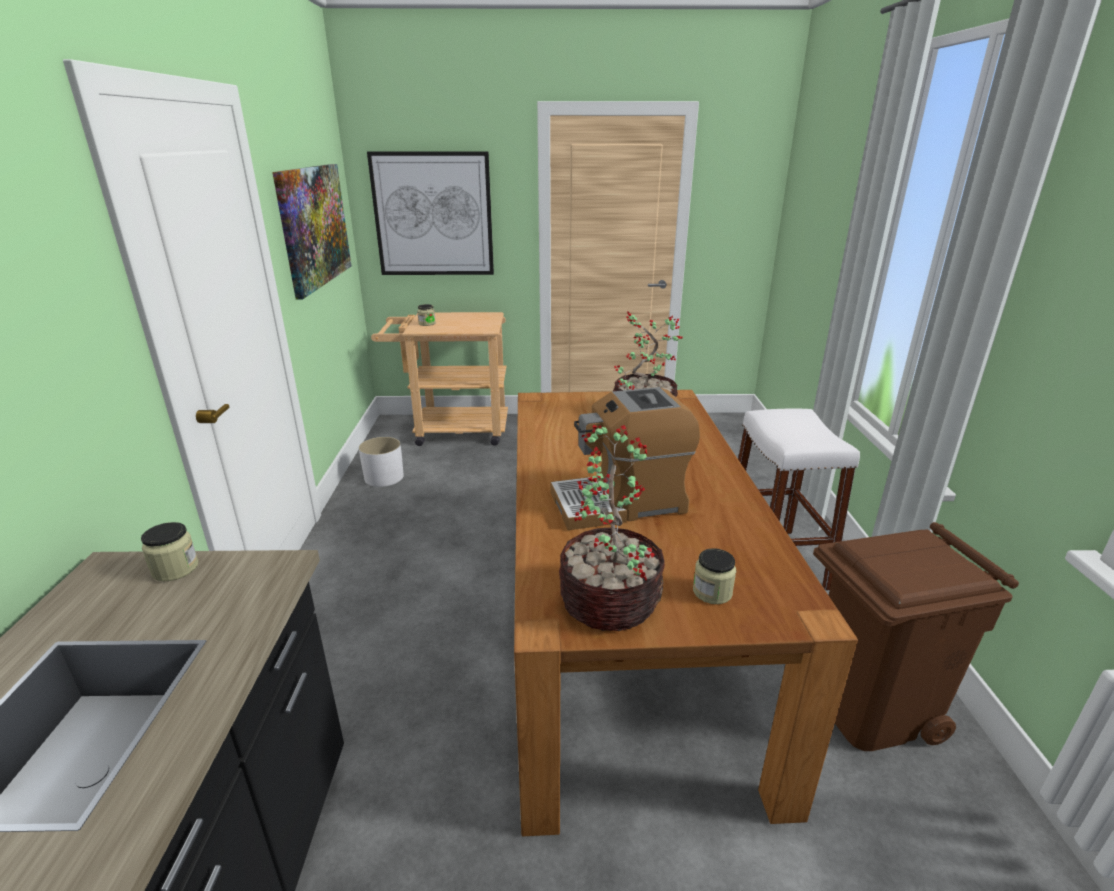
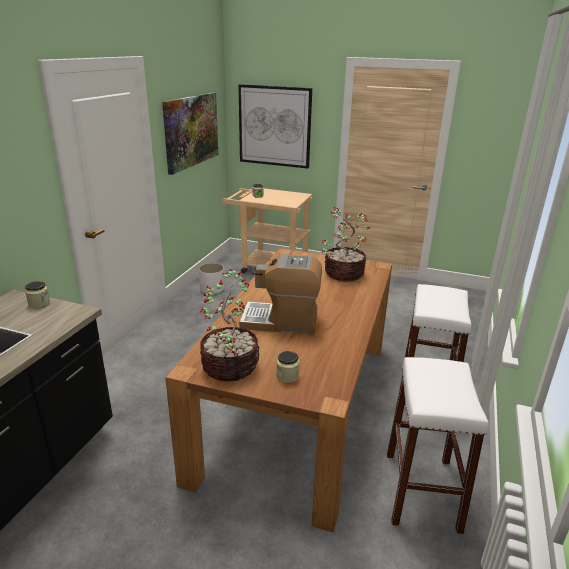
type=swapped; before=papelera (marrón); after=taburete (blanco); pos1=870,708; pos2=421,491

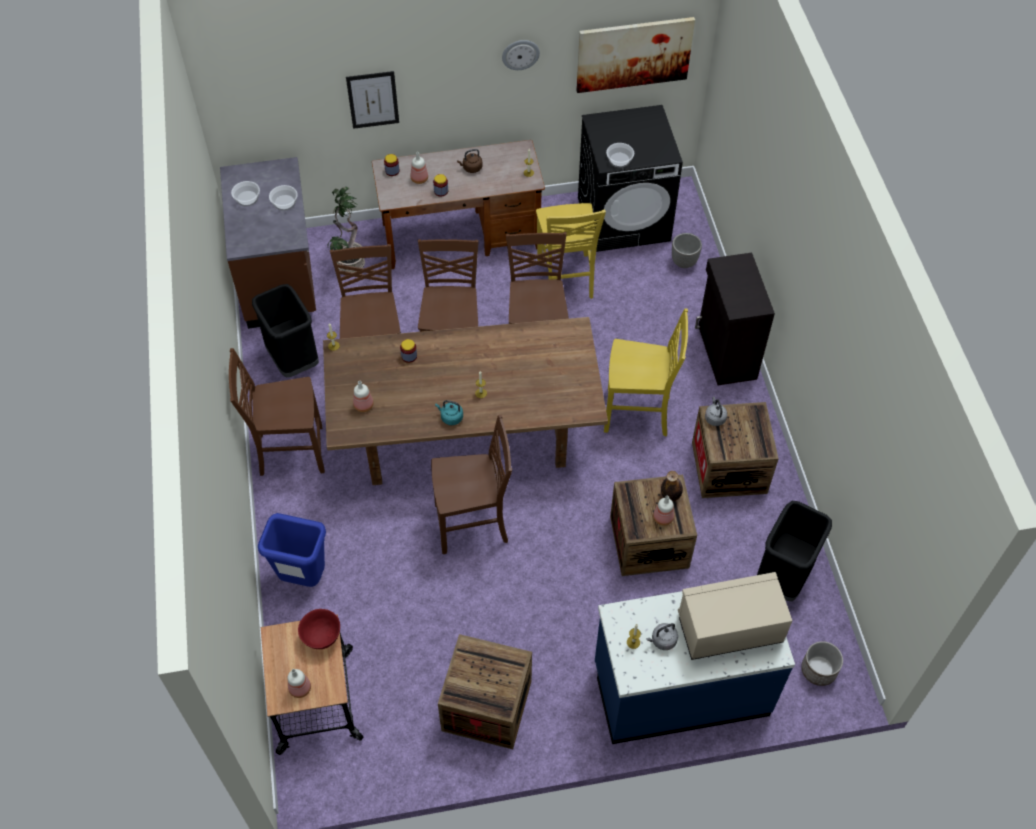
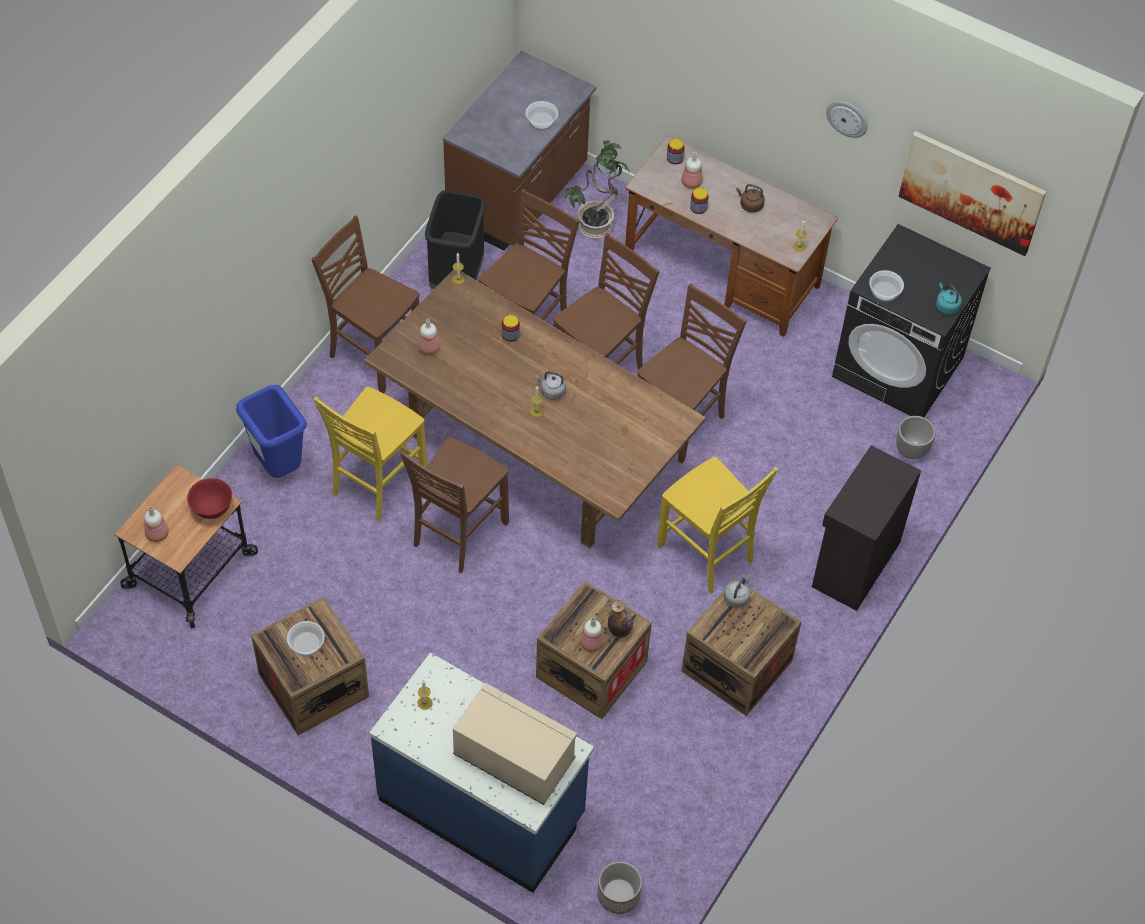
type=gone; before=cuadro; pos1=373,99
type=gone; before=papelera (negro); pos1=783,576
type=shifted; before=cuenco; pos1=247,198; pos2=307,644
type=shifted; before=hervidor (turquesa); pos1=450,417; pos2=946,306
type=shifted; before=silla (amarillo); pos1=566,279; pos2=377,484
type=shifted; before=hervidor (gris); pos1=662,641; pos2=551,391
type=rotated; before=silla (marrón); pos1=473,525; pos2=457,534; turn=90

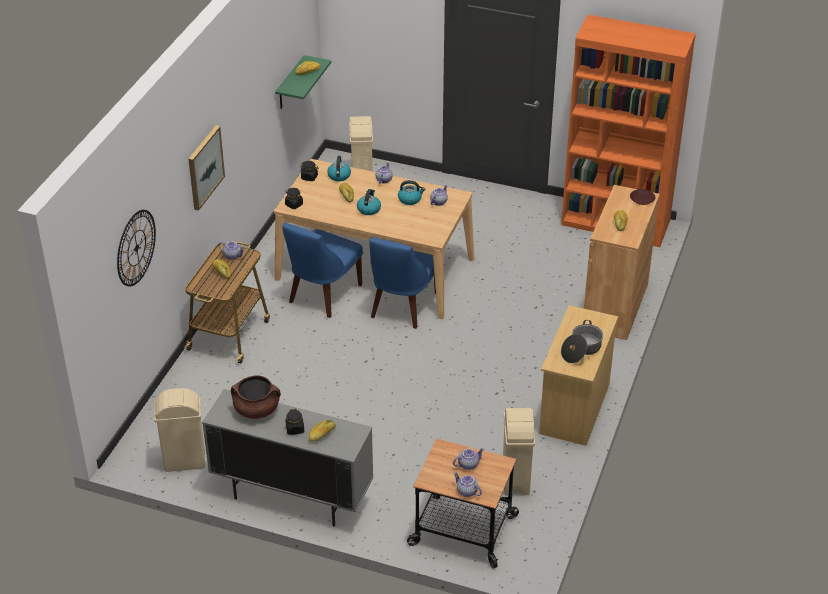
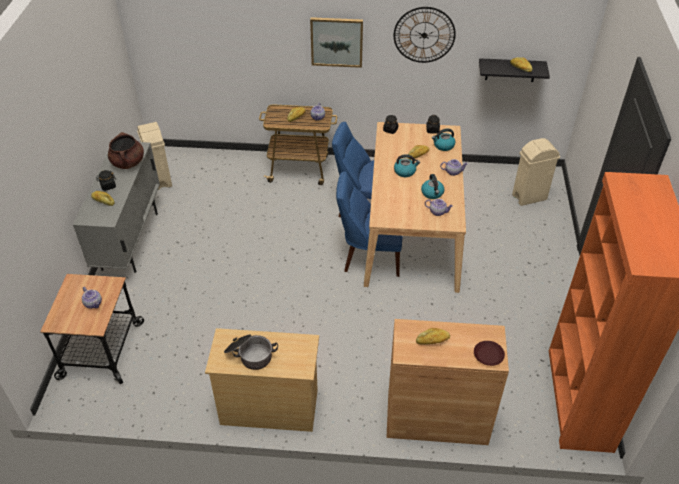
type=gone; before=tetera; pos1=466,492
type=gone; before=papelera (beis); pos1=515,481
type=shifted; before=reloj de pared; pos1=136,248; pos2=424,35
type=repainted; before=estante (verde); after=estante (negro); pos1=290,84; pos2=510,70

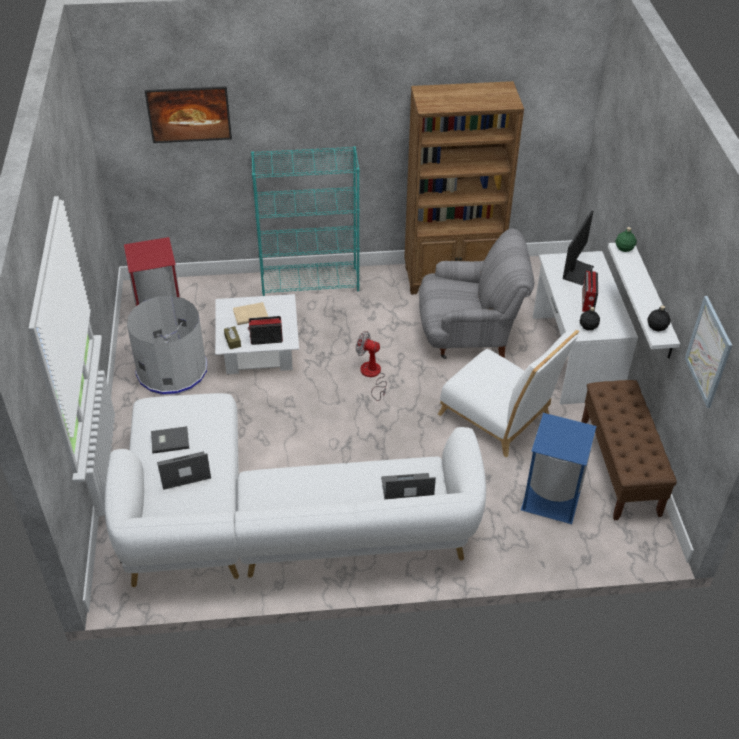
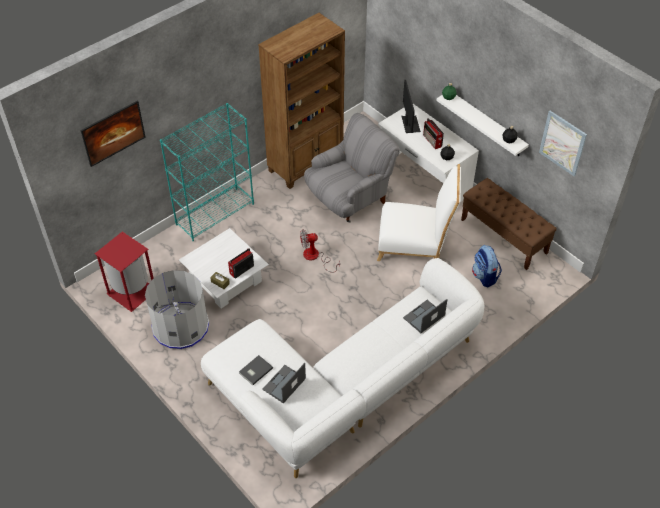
type=gone; before=libro (beis); pos1=250,314
type=swapped; before=papelera (azul); after=mochila; pos1=552,499; pos2=484,276

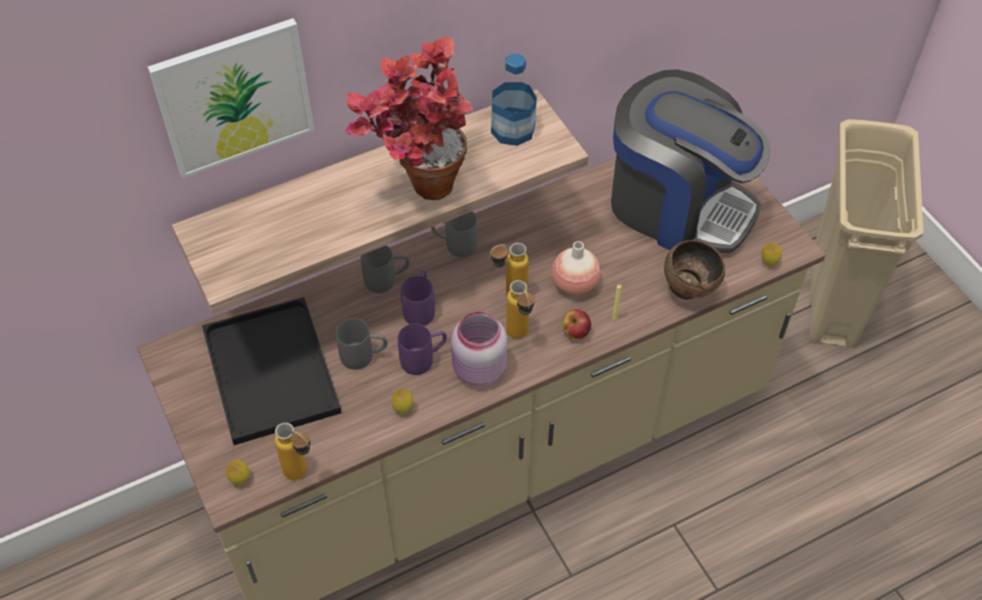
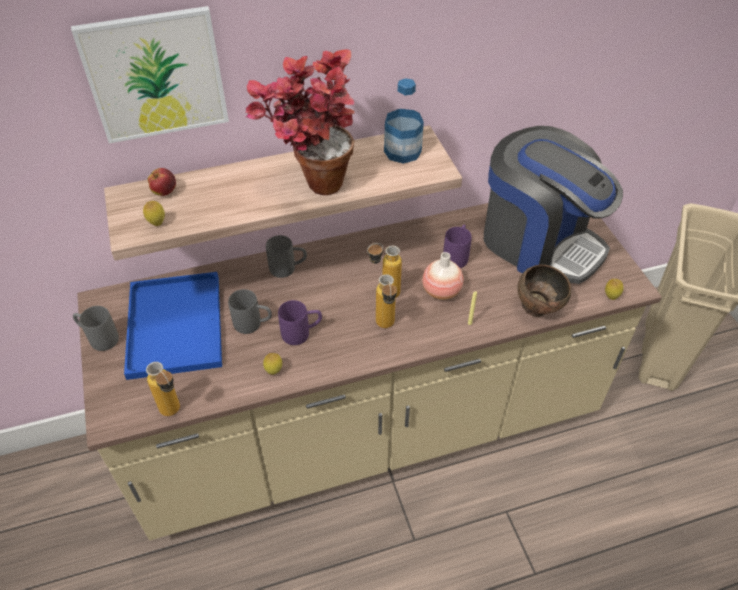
type=gone; before=tarro (rosa); pos1=478,370
type=shifted; before=limón; pos1=240,480; pos2=157,223
type=shifted; before=taza grande (morado); pos1=420,307; pos2=457,255
type=shifted; before=taza grande (gris); pos1=454,244; pos2=99,338
type=shifted; before=manzana; pos1=575,332; pos2=164,192
type=repainted; before=bandeja (negro); after=bandeja (azul); pos1=268,369; pos2=173,323

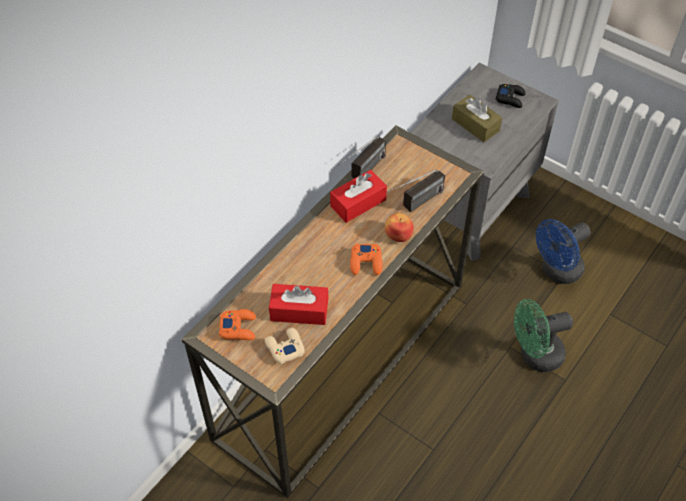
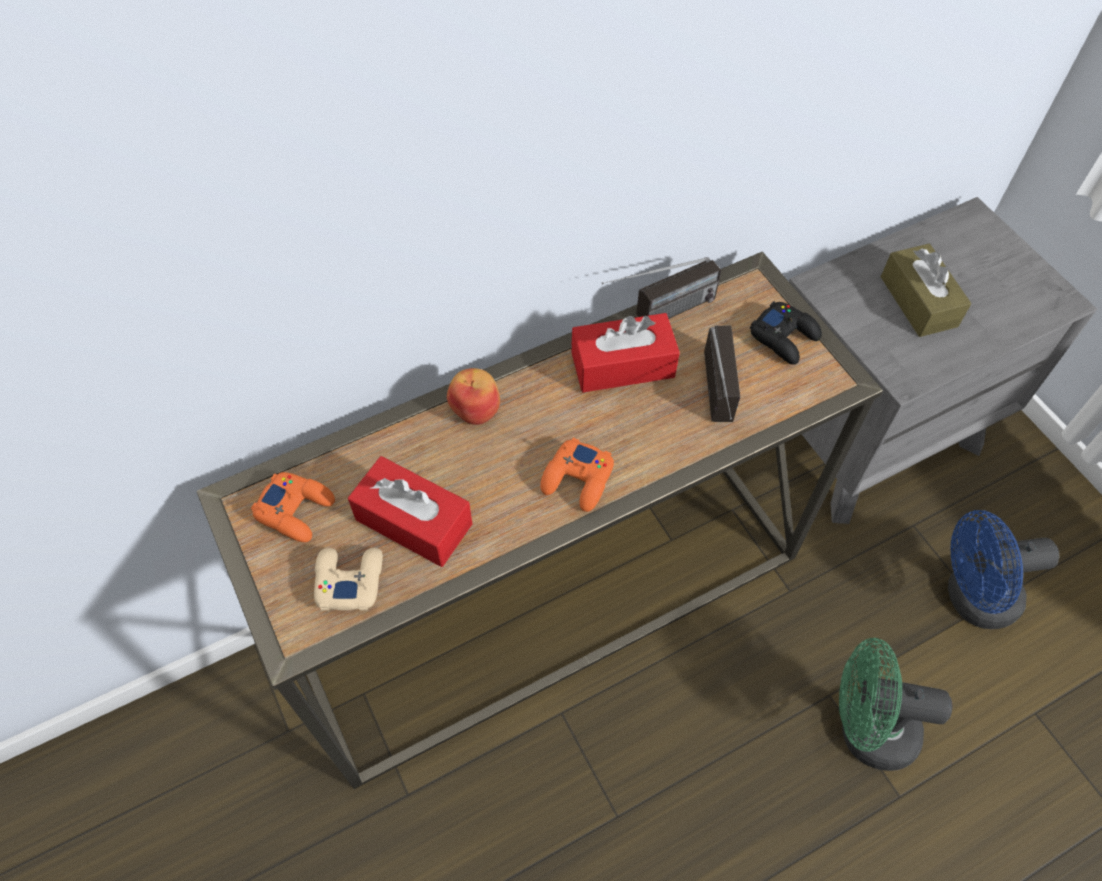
type=shifted; before=manzana; pos1=398,235; pos2=476,409
type=shifted; before=mando de consola (negro); pos1=510,98; pos2=784,337
type=rotated; before=radio; pos1=415,204; pos2=723,406; turn=-75

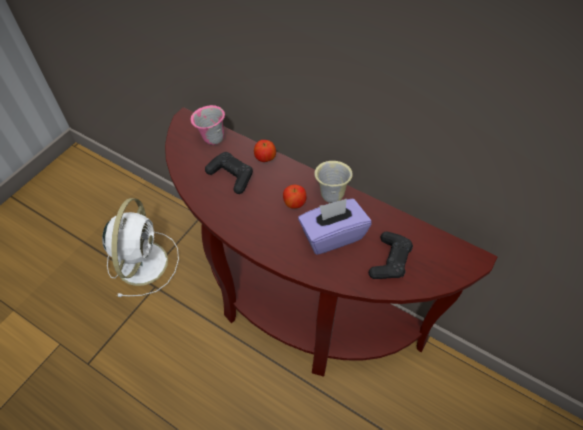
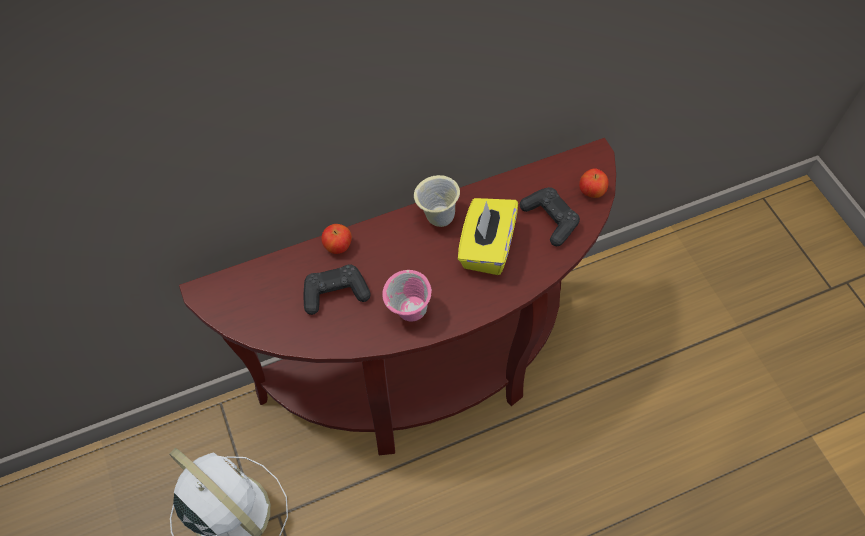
type=shifted; before=taza grande (rosa); pos1=211,139; pos2=408,313
type=shifted; before=manzana; pos1=294,203; pos2=591,192
type=repainted; before=caja de pañuelos (morado); after=caja de pañuelos (amarillo); pos1=332,235; pos2=486,248

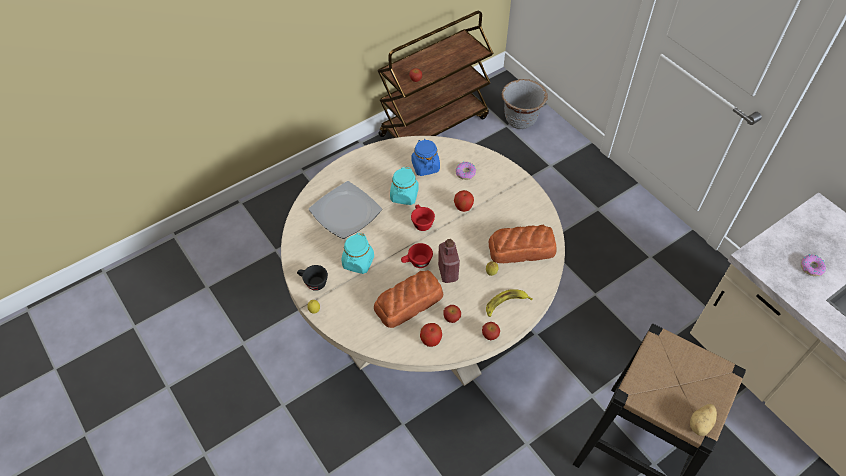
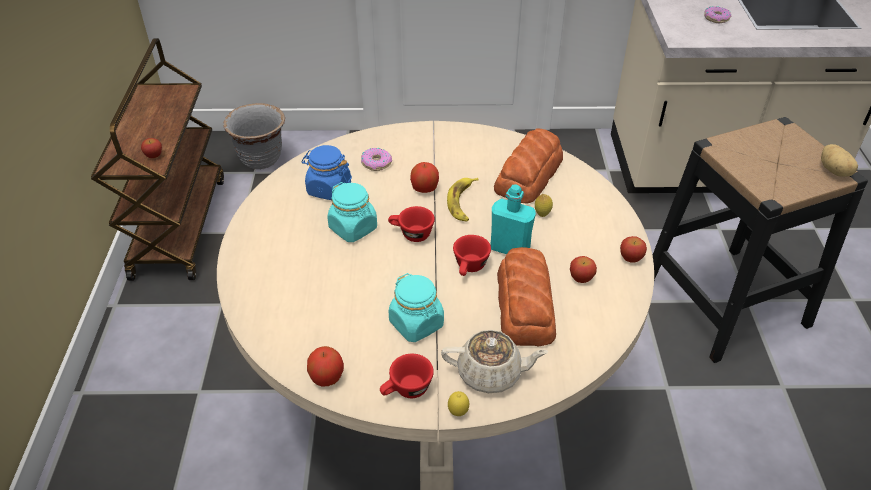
type=gone; before=plato; pos1=346,212
type=new; after=tetera (beis); pos2=491,373
type=shifted; before=manzana; pos1=431,340; pos2=327,377
type=shifted; before=plátano; pos1=506,304; pos2=463,202
type=repainted; before=taza (negro); after=taza (rojo); pos1=313,283; pos2=406,390
type=repainted; before=botella (rojo); after=botella (turquesa); pos1=448,272; pos2=510,248

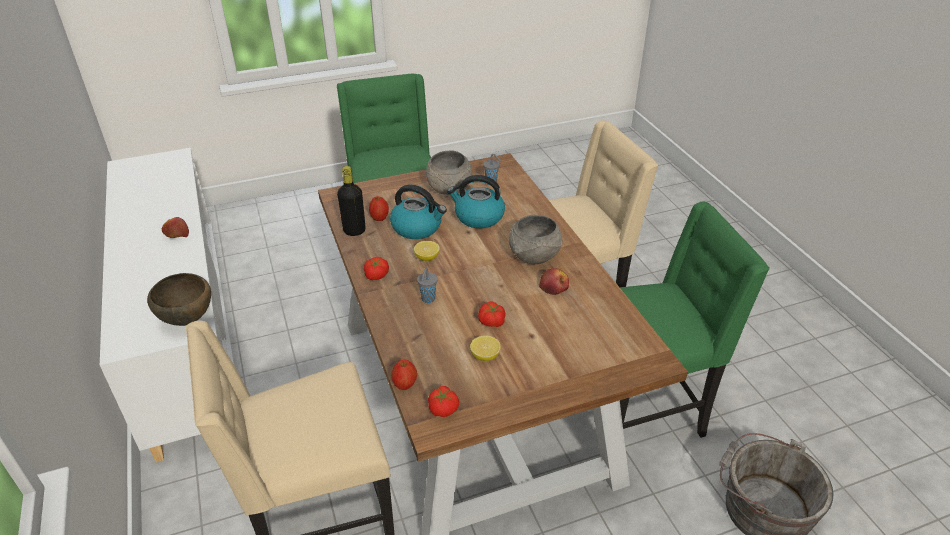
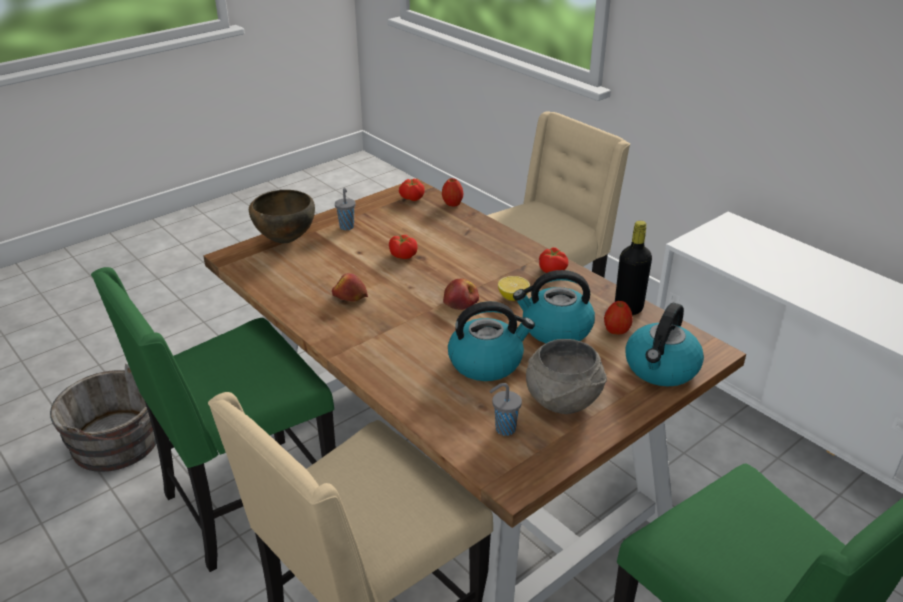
type=gone; before=limón; pos1=485,356
type=gone; before=cuenco (gris); pos1=533,256
type=new; after=hervidor; pos2=661,369
type=shifted; before=cuenco (marrón); pos1=188,320; pos2=285,241
type=shifted; before=manzana; pos1=176,234; pos2=461,302
type=shifted; before=taza (gris); pos1=427,299; pos2=347,226

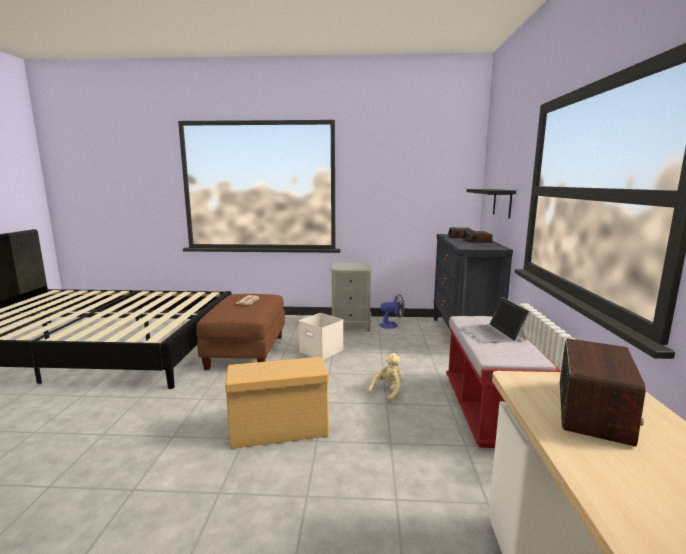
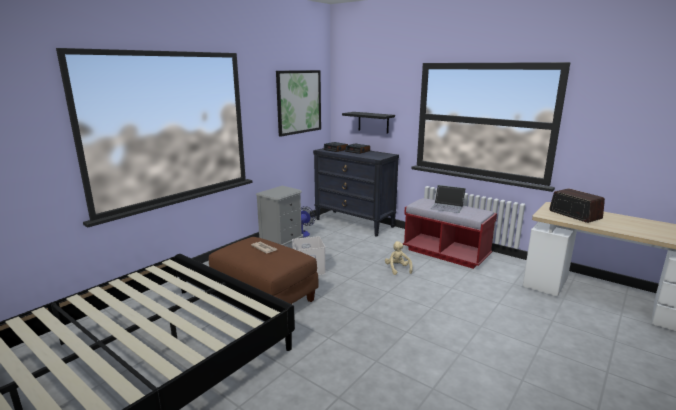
type=gone; before=caja de almacenaje (beis); pos1=280,430
type=new; after=cuadro; pos2=299,102

